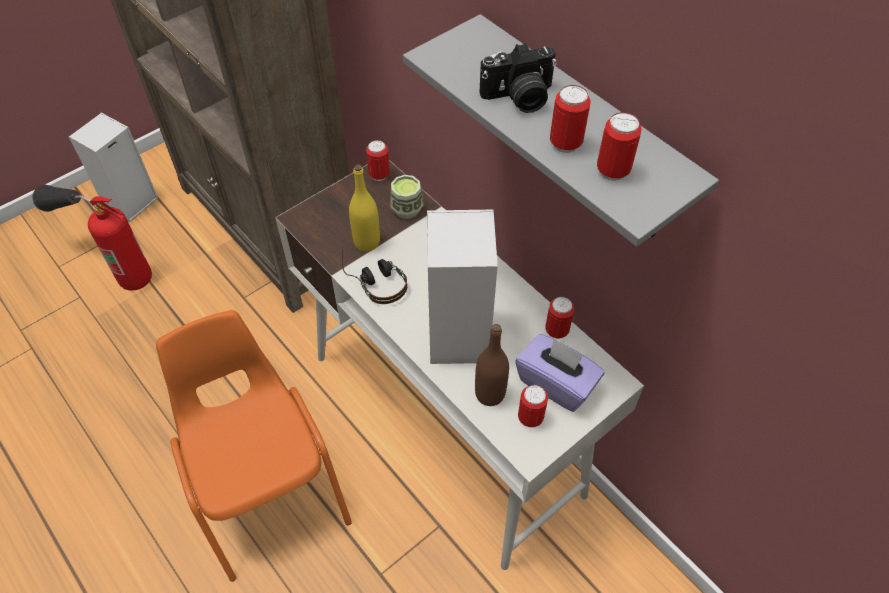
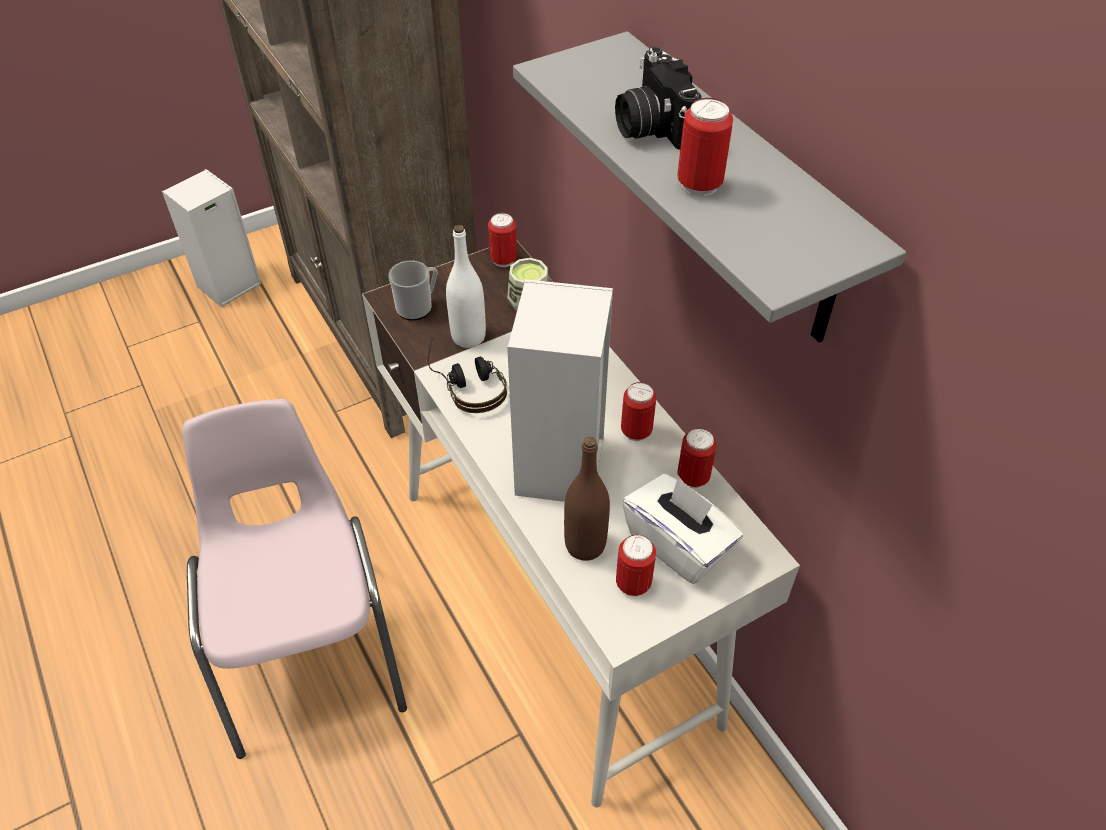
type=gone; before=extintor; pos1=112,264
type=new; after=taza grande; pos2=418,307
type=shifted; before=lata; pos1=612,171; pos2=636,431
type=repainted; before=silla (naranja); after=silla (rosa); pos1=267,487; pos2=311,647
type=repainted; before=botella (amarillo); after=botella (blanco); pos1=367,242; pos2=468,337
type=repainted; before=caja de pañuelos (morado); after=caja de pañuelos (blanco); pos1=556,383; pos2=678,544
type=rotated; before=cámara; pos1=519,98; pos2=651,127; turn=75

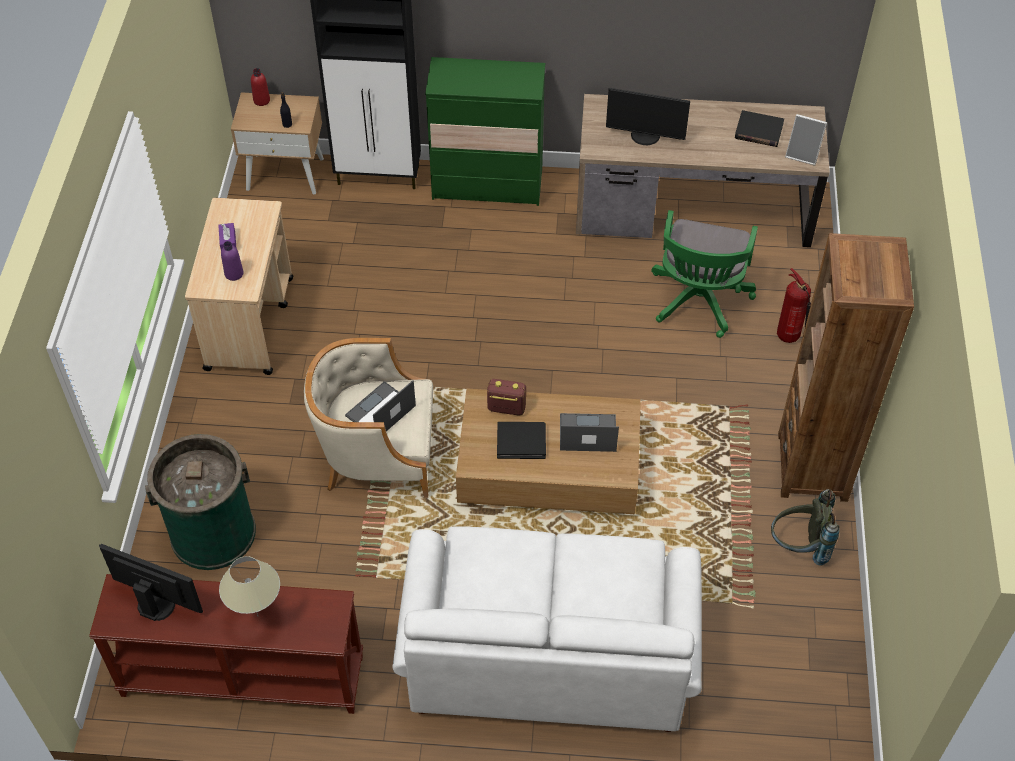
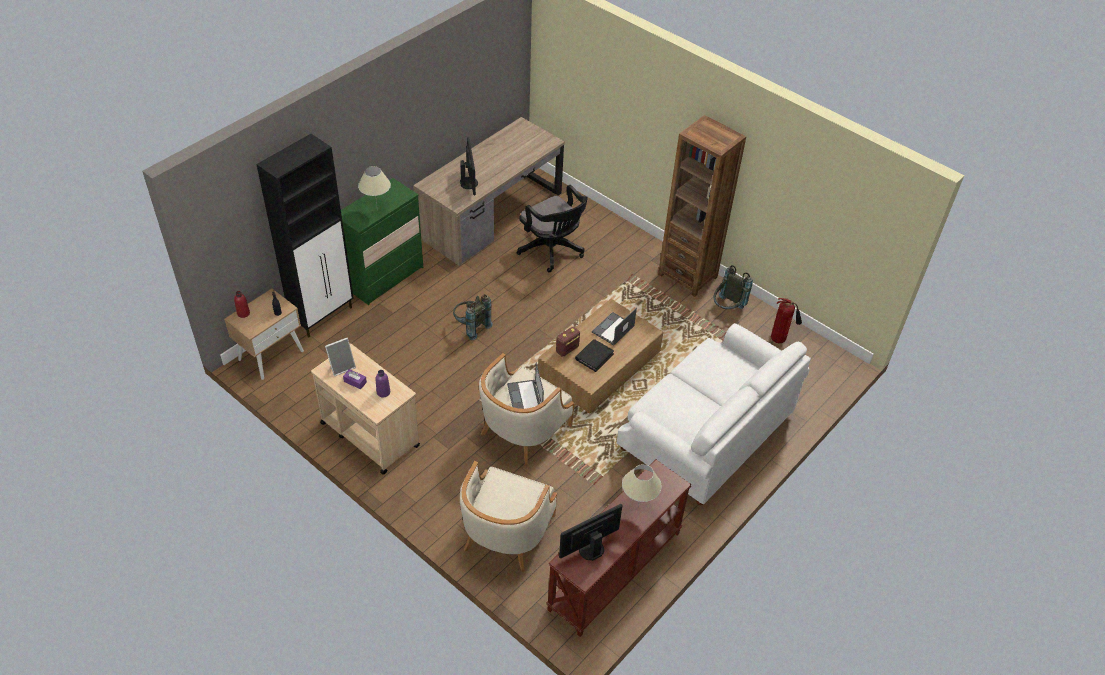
type=gone; before=libro (negro); pos1=758,131
type=new; after=lámpara de mesa (beis); pos2=377,210
type=new; after=mochila (gris); pos2=471,327
type=shifted; before=extintor; pos1=790,338; pos2=780,339
type=shifted; before=portarretratos; pos1=803,154; pos2=342,366
type=swapped; before=papelera (verde); after=sillón (beis); pos1=213,533; pos2=506,533
type=repainted; before=silla de oficina (verde); after=silla de oficina (negro); pos1=698,302; pos2=552,251
type=rotated; before=monitor; pos1=645,136; pos2=469,183; turn=-60

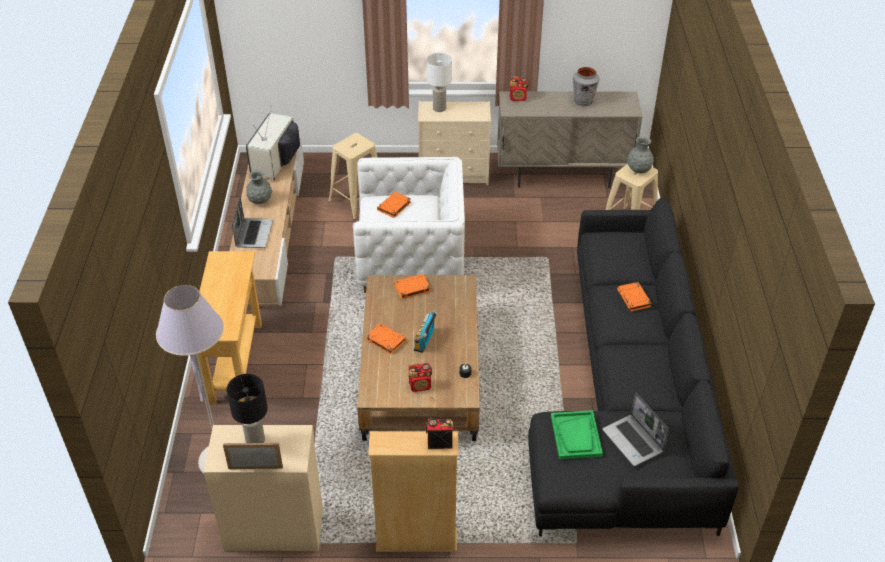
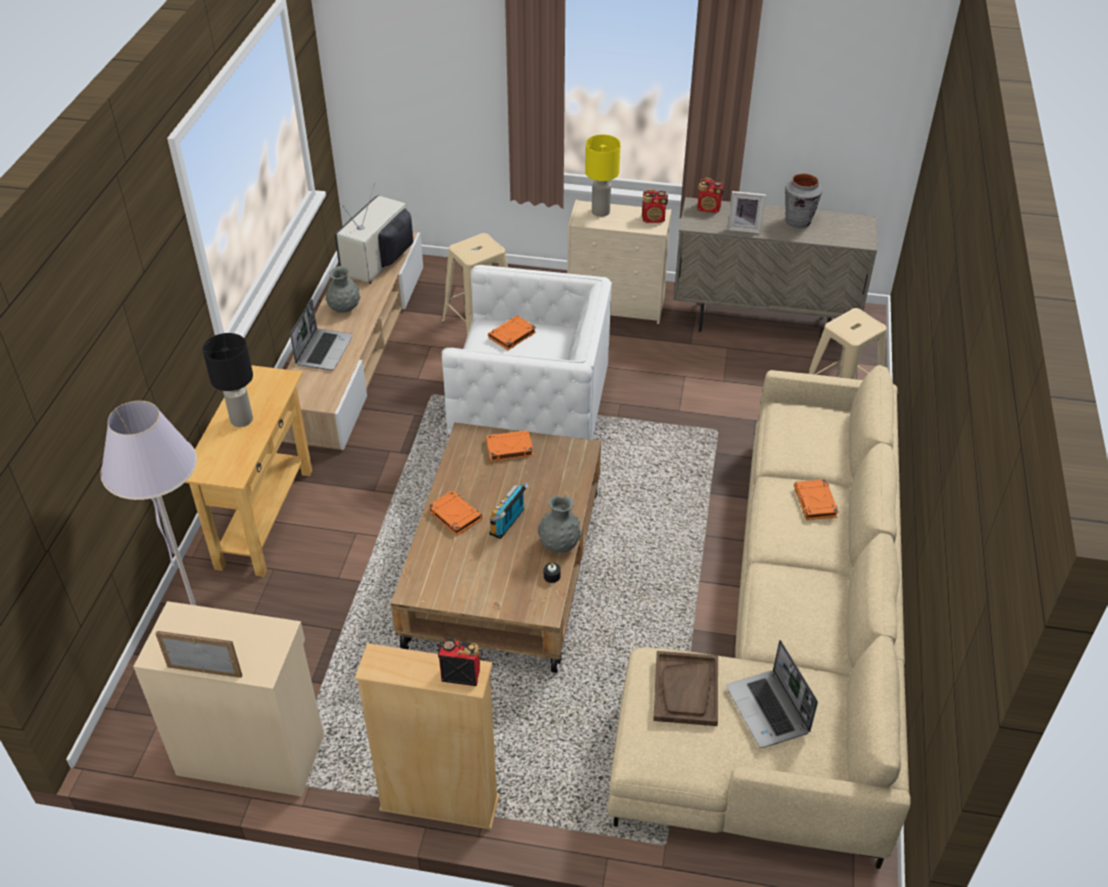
type=new; after=portarretratos; pos2=744,228
type=shifted; before=lámpara de mesa (negro); pos1=255,440; pos2=241,419
type=shifted; before=radio; pos1=420,386; pos2=653,219
type=shifted; before=florero (gris); pos1=638,170; pos2=559,545
type=repainted; before=lámpara de mesa (blanco); after=lámpara de mesa (amarillo); pos1=439,108; pos2=600,212
type=repainted; before=sofá (negro); after=sofá (beis); pos1=628,398; pos2=787,643
type=repainted; before=bandeja (verde); after=bandeja (marrón); pos1=576,436; pos2=686,690

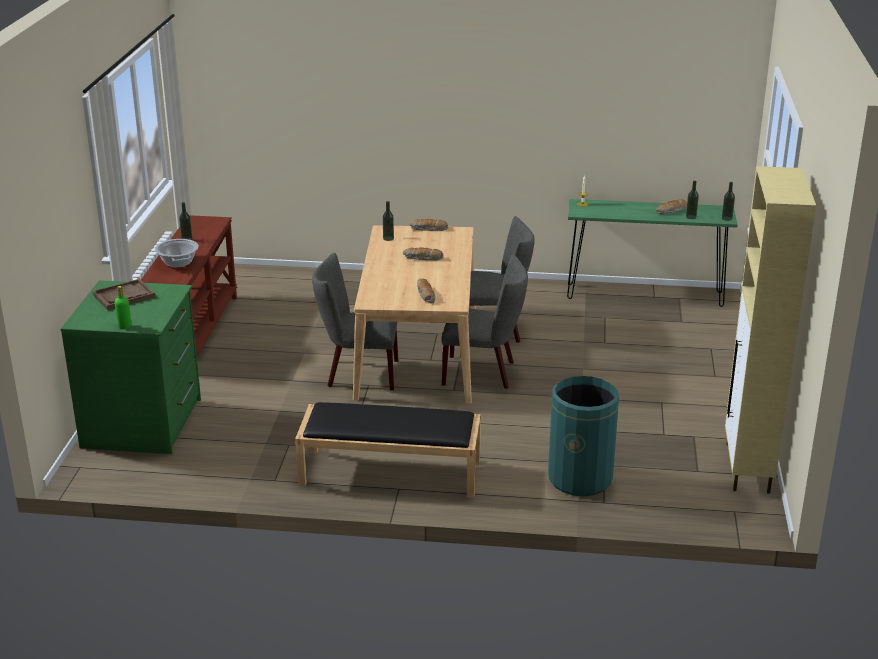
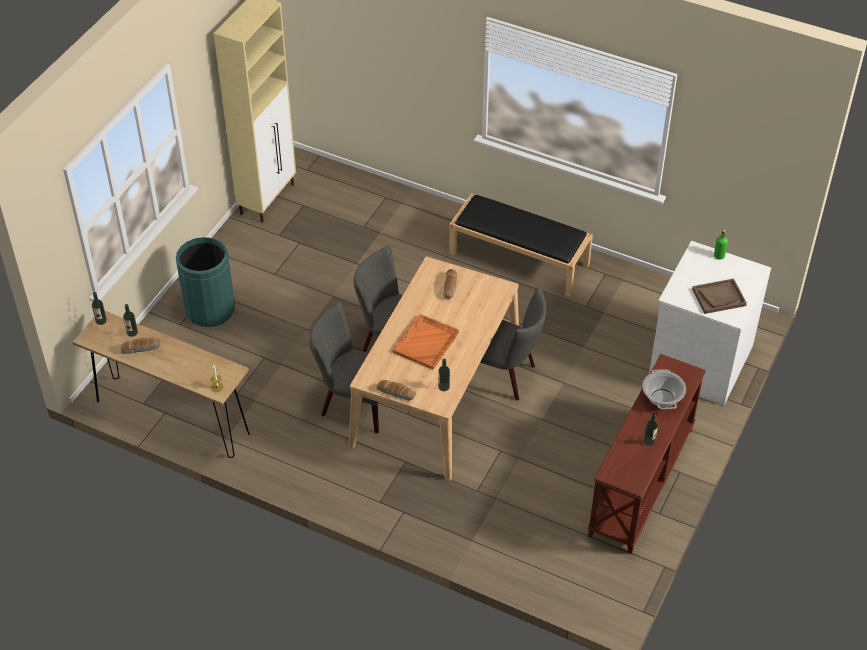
type=shifted; before=papelera (verde); pos1=580,478; pos2=210,309
type=swapped; before=pan; after=bandeja (naranja); pos1=423,258; pos2=426,342
type=repainted; before=cómoda (verde); after=cómoda (blanco); pos1=144,423; pos2=699,361
type=repainted; before=mesa consola (verde); after=mesa consola (marrón); pos1=644,295; pos2=172,417

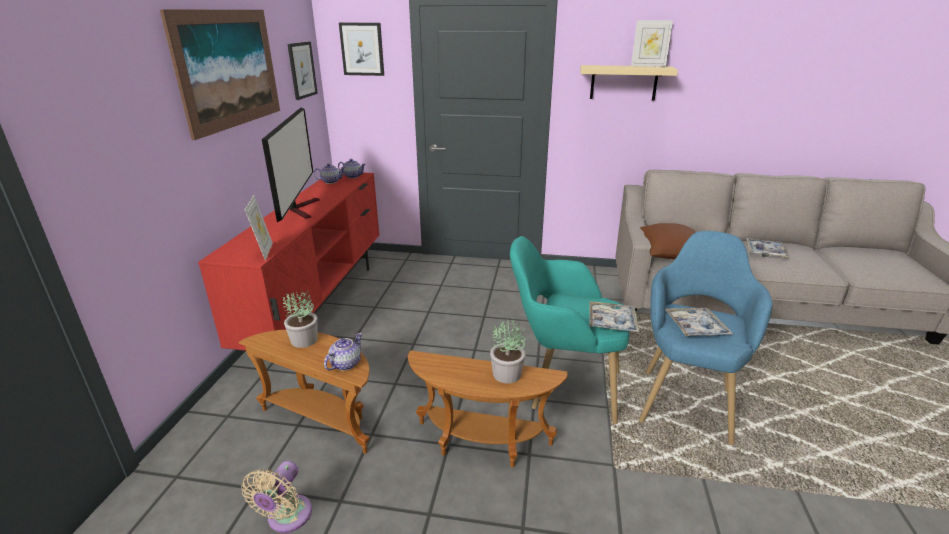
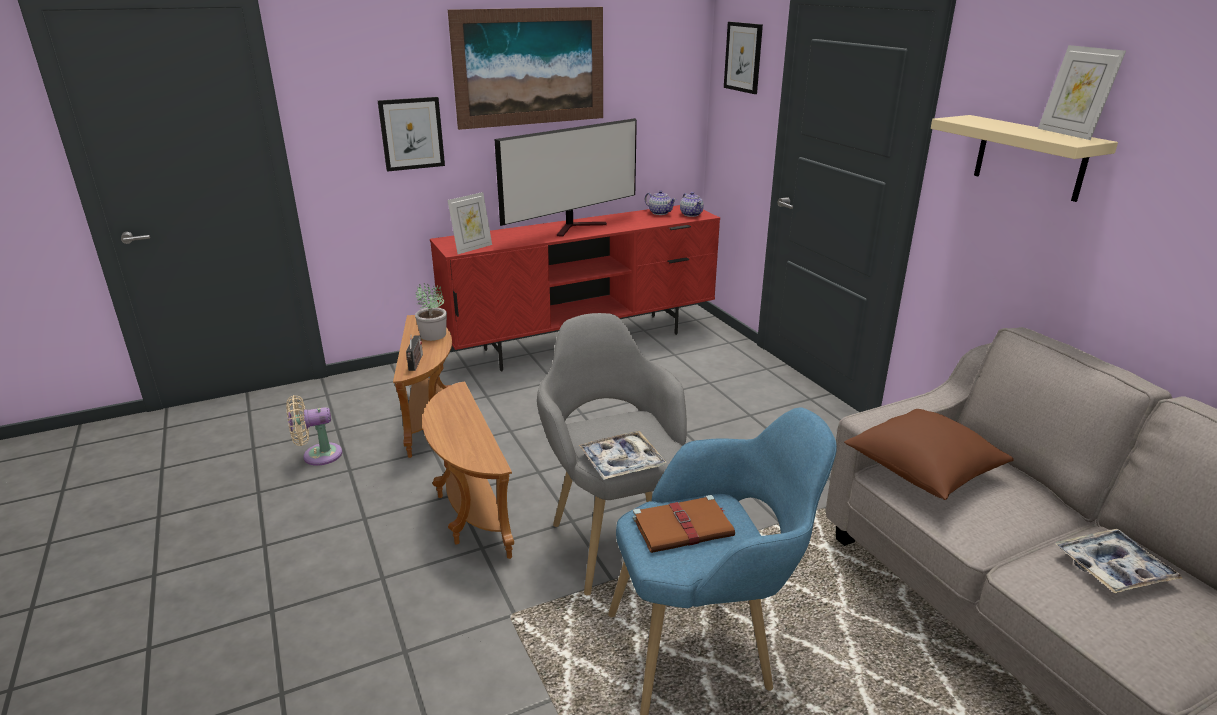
type=gone; before=planta en maceta; pos1=507,374
type=shifted; before=cuadro; pos1=302,70; pos2=411,133
type=swapped; before=tetera; after=radio; pos1=345,364; pos2=416,363
type=swapped; before=bandeja; after=libro (marrón); pos1=696,327; pos2=684,527
type=repainted; before=sillón (turquesa); after=sillón (gris); pos1=562,387; pos2=614,533

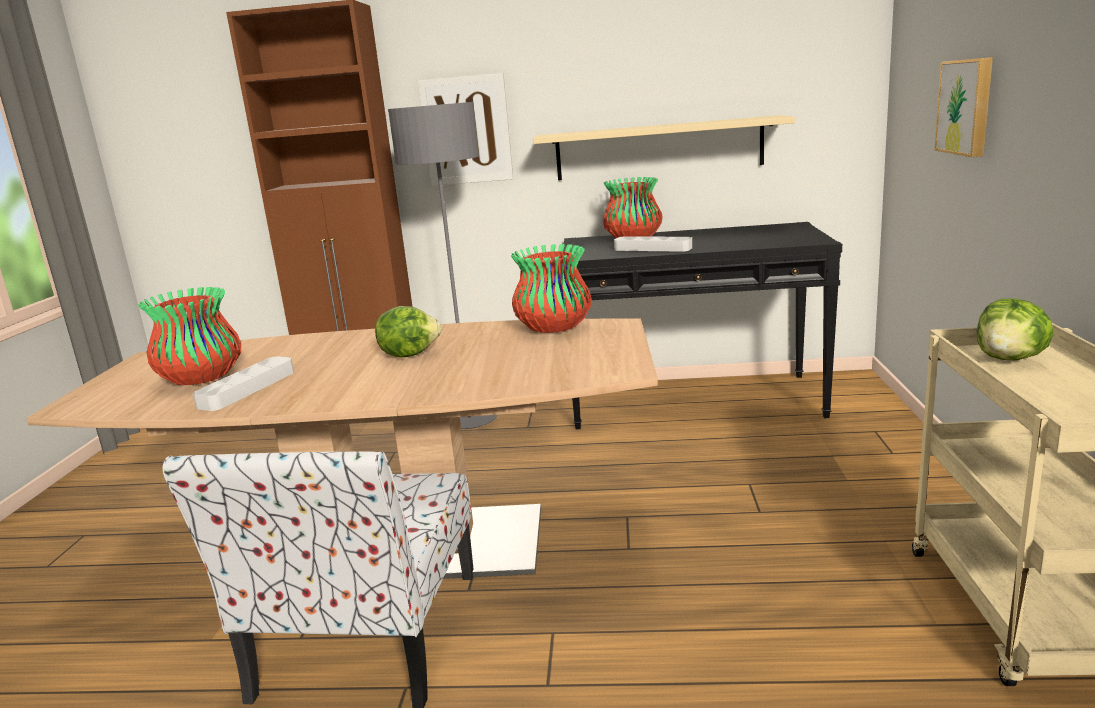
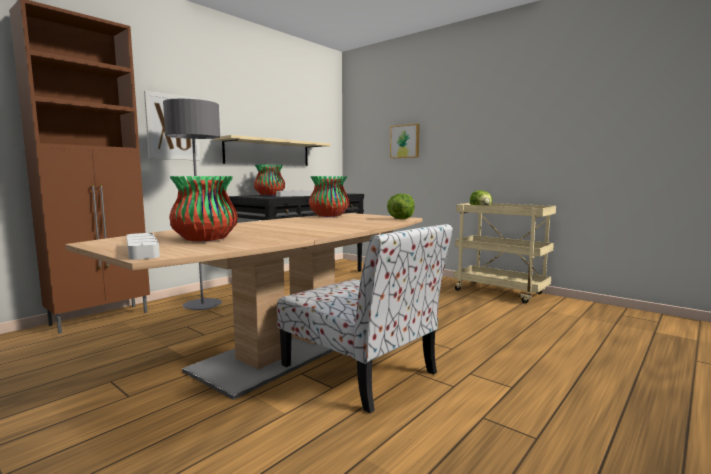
type=shifted; before=bandeja (gris); pos1=247,389; pos2=142,251
type=shifted; before=lechuga; pos1=409,354; pos2=400,219

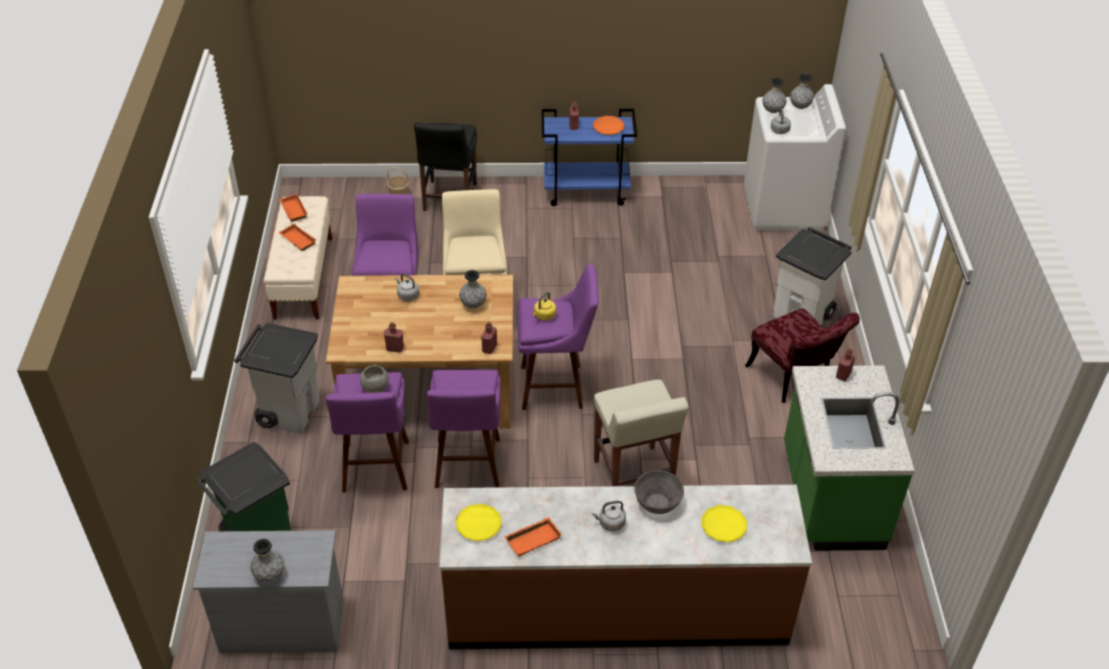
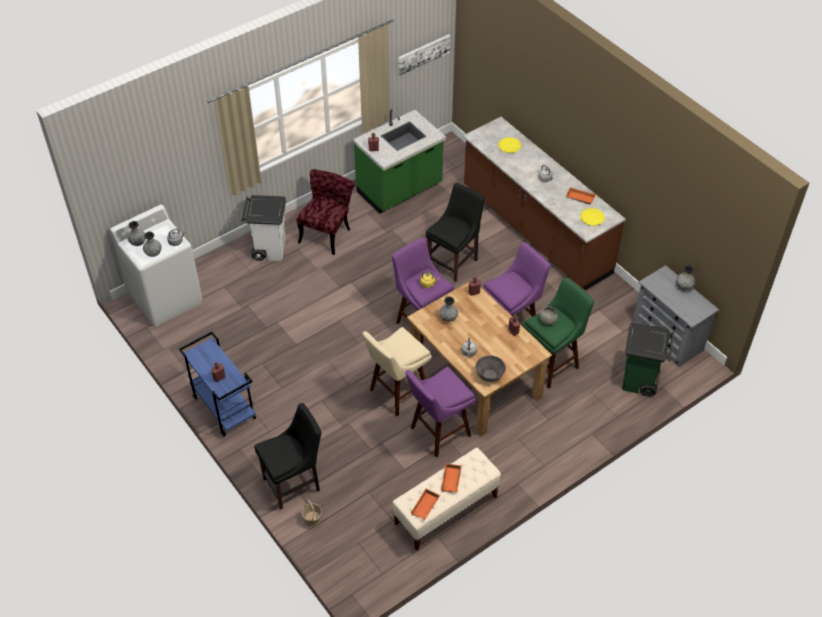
type=gone; before=papelera (gris); pos1=289,411
type=gone; before=plato (naranja); pos1=608,127
type=new; after=cuadro; pos2=423,54
type=shifted; before=cuenco (gris); pos1=657,503; pos2=489,375
type=swapped; before=taburete (beis); after=silla (negro); pos1=633,476; pos2=454,261
type=repainted; before=taburete (morado); after=taburete (verde); pos1=375,470; pos2=552,363

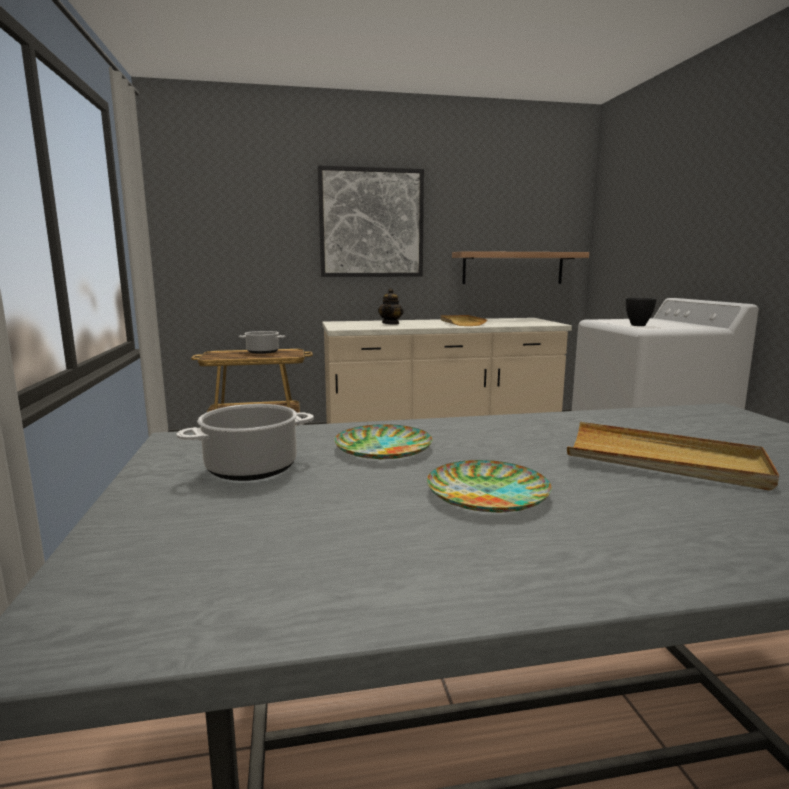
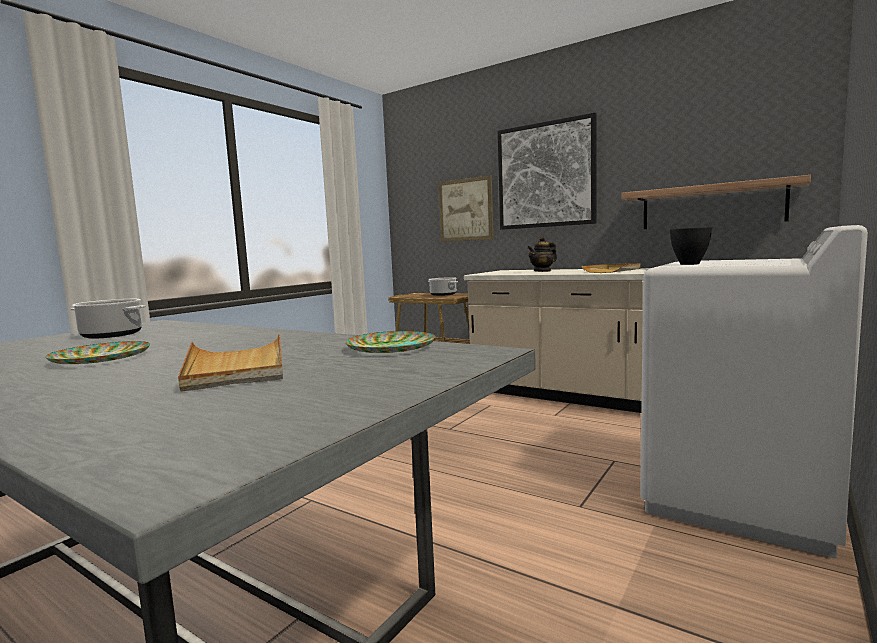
type=new; after=cuadro; pos2=465,210
type=shifted; before=plato; pos1=382,448; pos2=391,348

